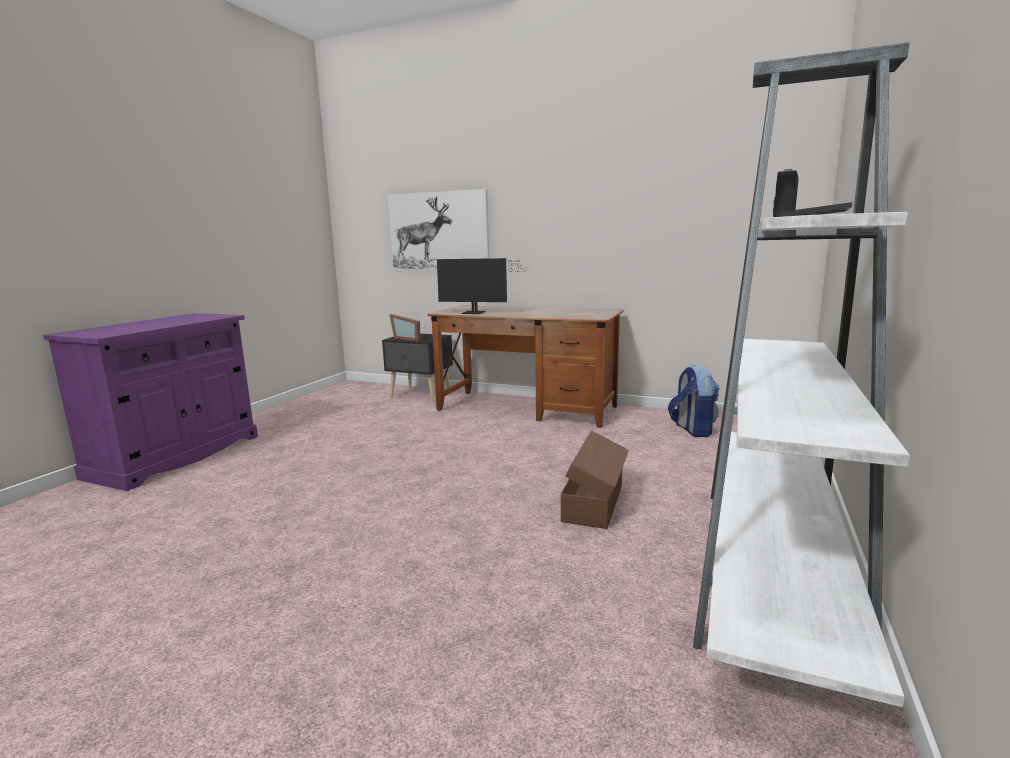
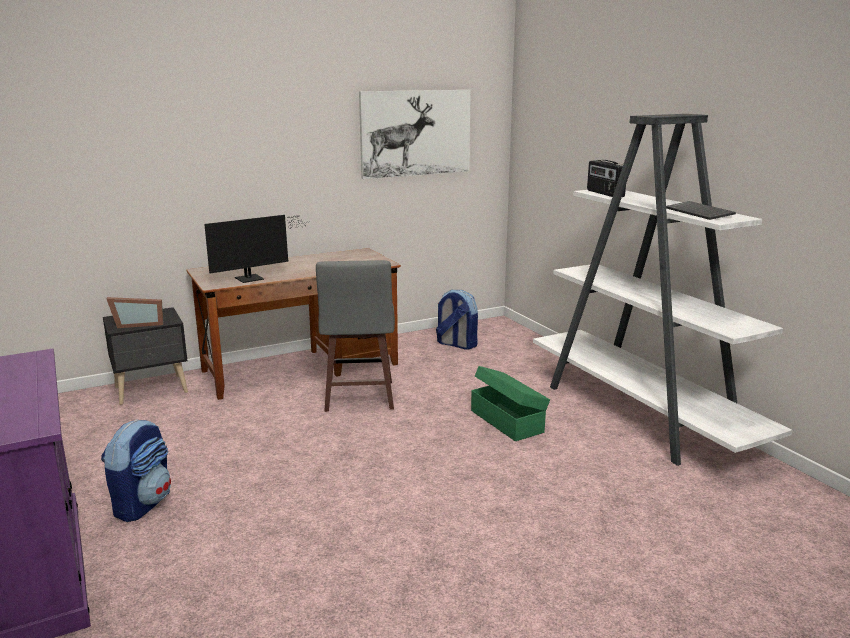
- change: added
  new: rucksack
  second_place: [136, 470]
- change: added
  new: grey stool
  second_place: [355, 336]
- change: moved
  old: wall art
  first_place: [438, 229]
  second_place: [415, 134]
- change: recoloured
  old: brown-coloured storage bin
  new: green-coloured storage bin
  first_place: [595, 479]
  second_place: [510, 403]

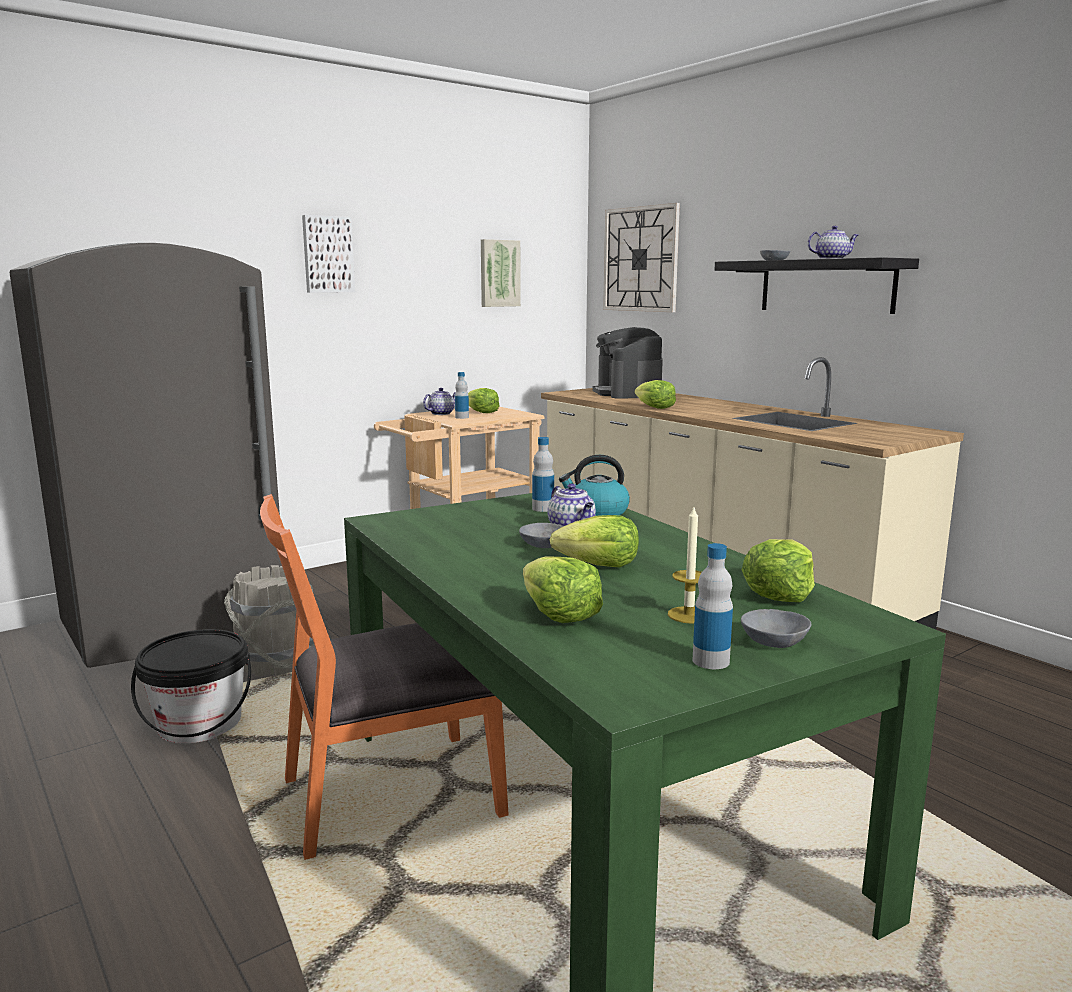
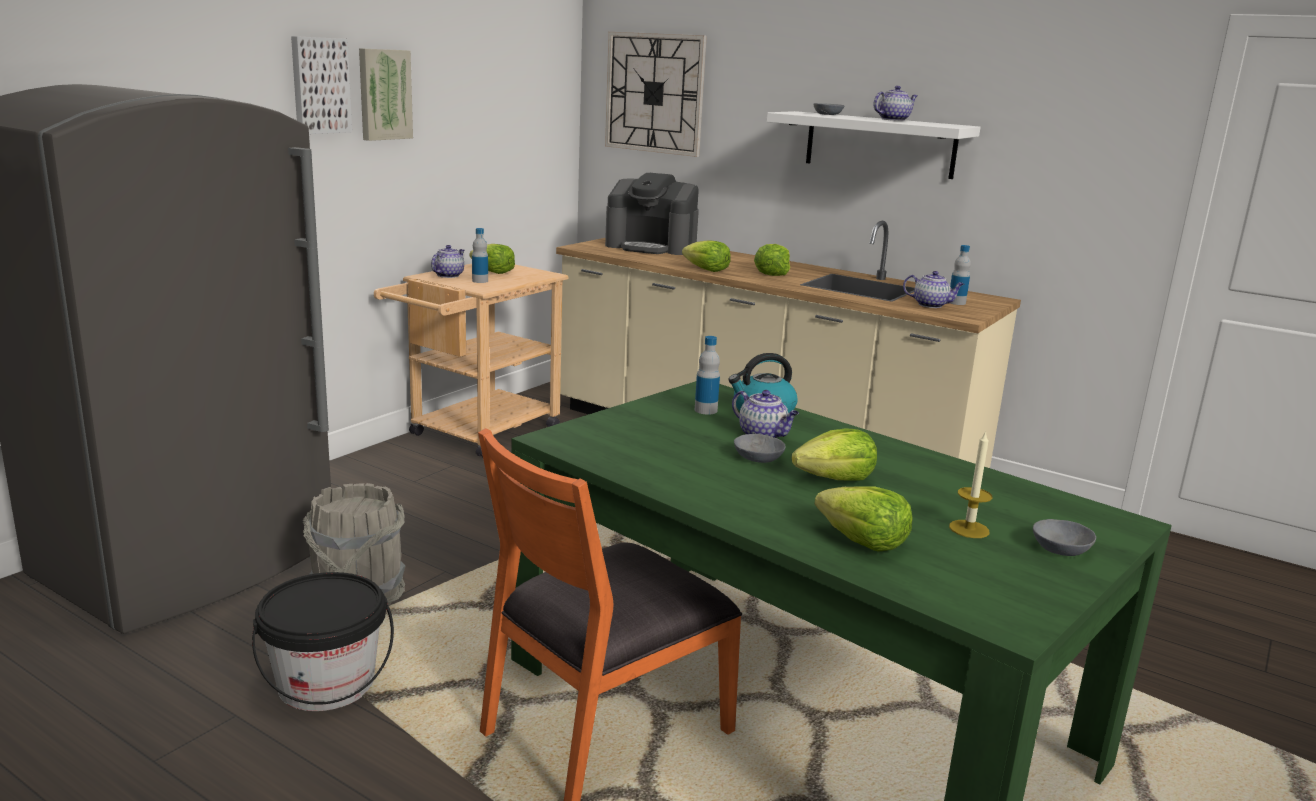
- change: moved
  old: wall art
  first_place: [501, 273]
  second_place: [386, 94]
- change: turned
  old: coffee machine
  first_place: [627, 363]
  second_place: [652, 214]
  degrees: -45
- change: moved
  old: lettuce head
  first_place: [778, 570]
  second_place: [772, 260]
- change: recoloured
  old: blackish shelf
  new: whitish shelf
  first_place: [817, 285]
  second_place: [873, 145]
- change: added
  new: pot for tea
  second_place: [933, 289]
- change: moved
  old: beverage bottle
  first_place: [712, 606]
  second_place: [960, 275]

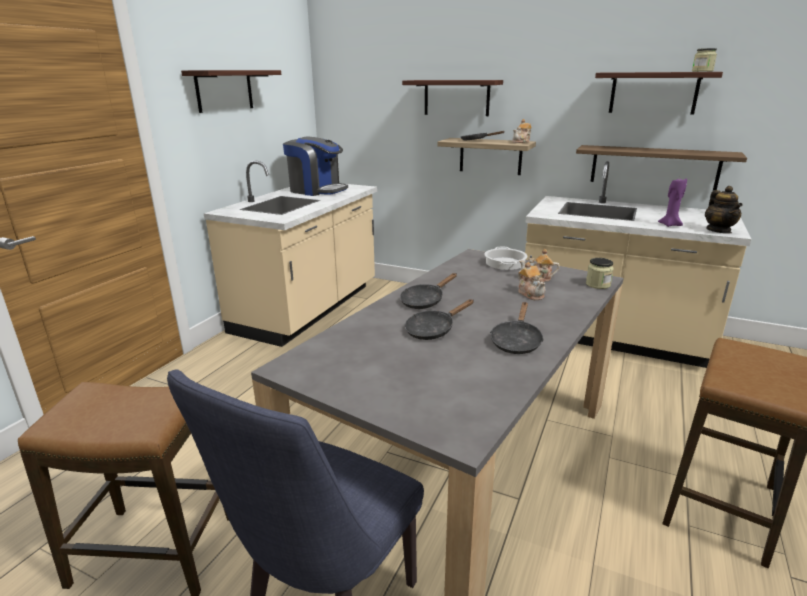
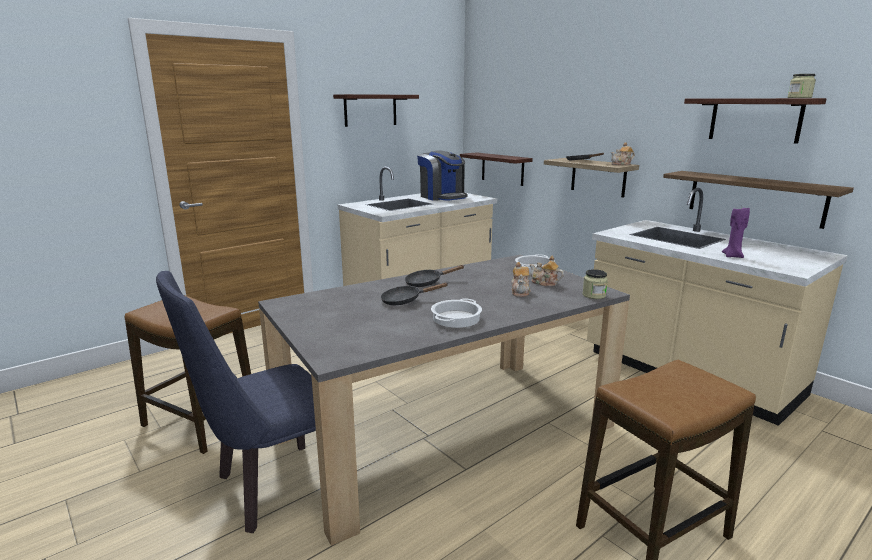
- change: replaced
  old: blackish skillet
  new: stockpot
  first_place: [517, 328]
  second_place: [456, 313]
- change: moved
  old: shelf
  first_place: [452, 98]
  second_place: [496, 169]
- change: removed
  old: pot for tea
  first_place: [724, 210]

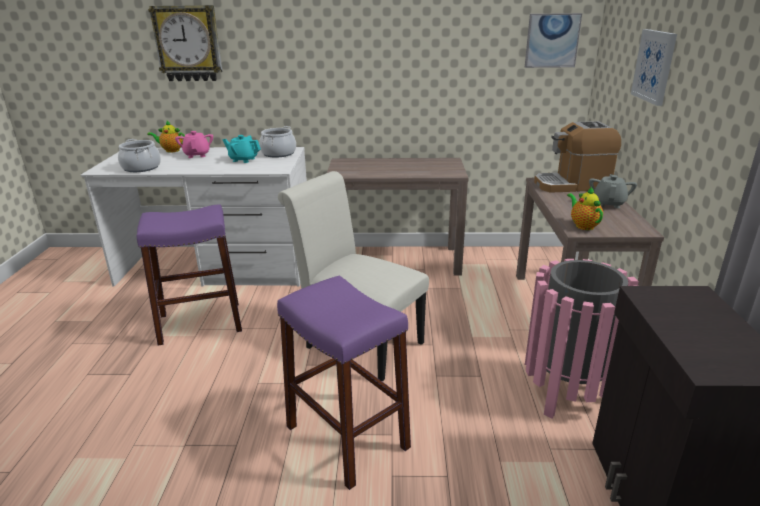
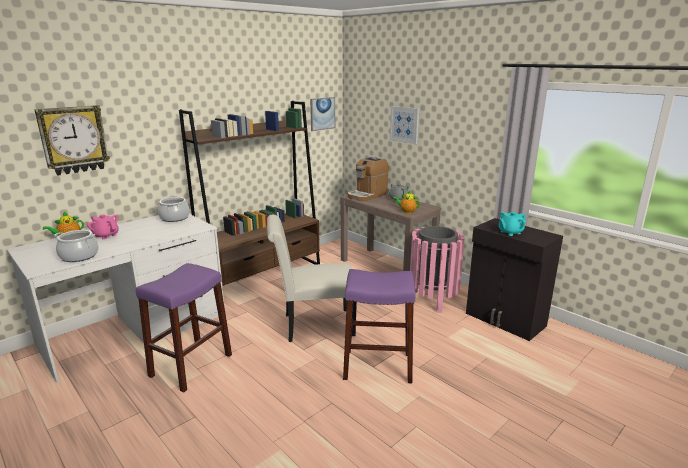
- change: replaced
  old: brown-coloured hall table
  new: brown-coloured shelving unit
  first_place: [398, 217]
  second_place: [249, 193]
- change: moved
  old: turquoise pot for tea
  first_place: [242, 149]
  second_place: [512, 224]

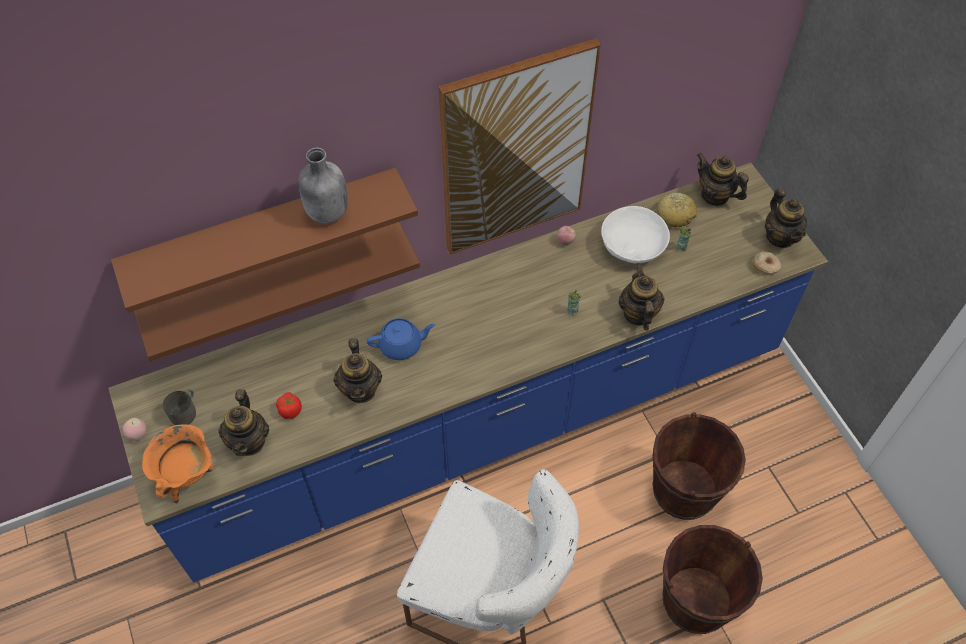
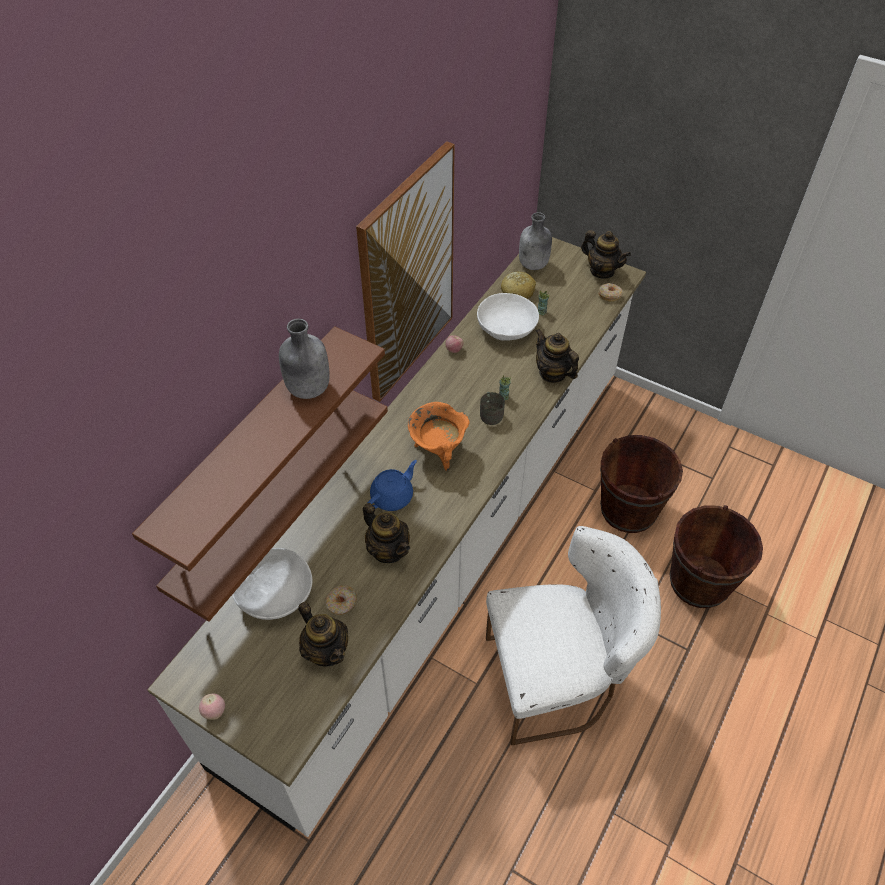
- change: recoloured
  old: bluish kitchen base unit
  new: whitish kitchen base unit
  first_place: [468, 372]
  second_place: [396, 537]
- change: added
  new: whitish deep dish
  second_place: [272, 584]
- change: replaced
  old: whole tomato
  new: donut
  first_place: [289, 405]
  second_place: [341, 600]
- change: moved
  old: orange-coloured stockpot
  first_place: [178, 463]
  second_place: [439, 436]
- change: moved
  old: grey coffee mug
  first_place: [179, 407]
  second_place: [492, 408]
- change: replaced
  old: pot for tea
  new: grey beverage bottle
  first_place: [723, 179]
  second_place: [535, 241]

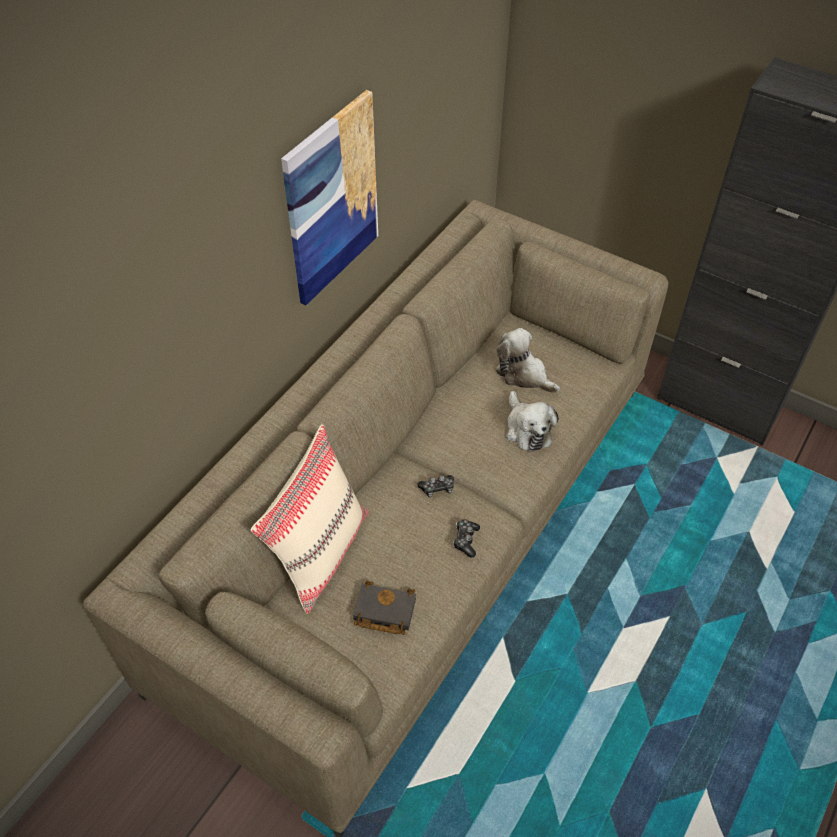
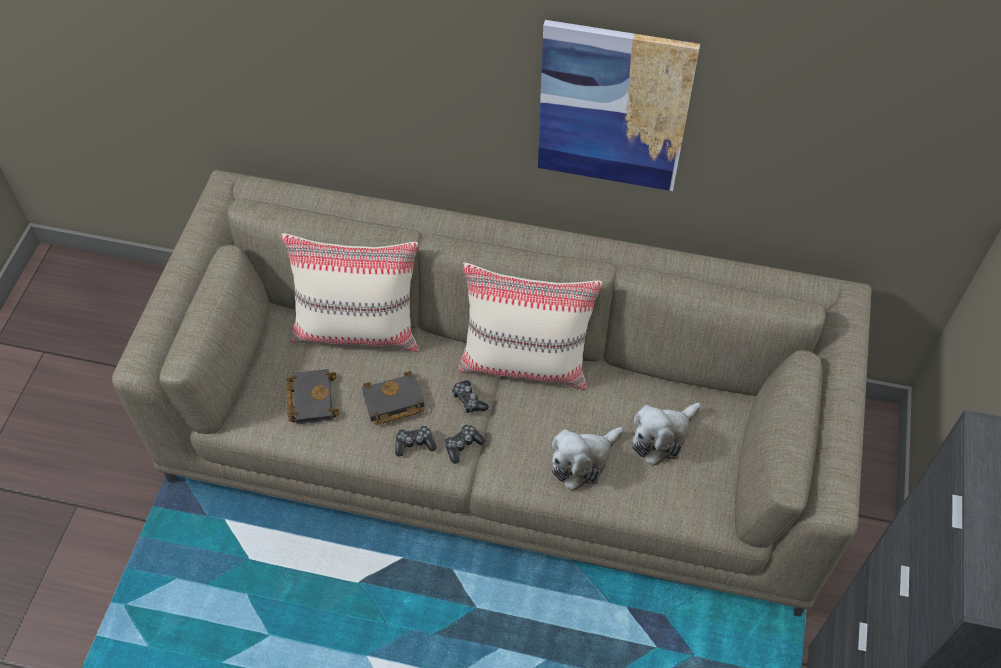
- change: added
  new: blackish book
  second_place: [393, 398]
- change: added
  new: joypad
  second_place: [464, 444]
- change: added
  new: beige-coloured cushion
  second_place: [530, 326]
- change: turned
  old: soft toy
  first_place: [528, 360]
  second_place: [666, 434]
  degrees: -150

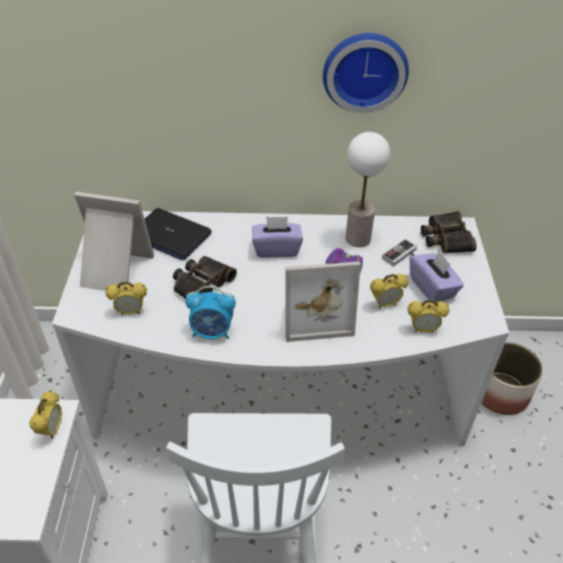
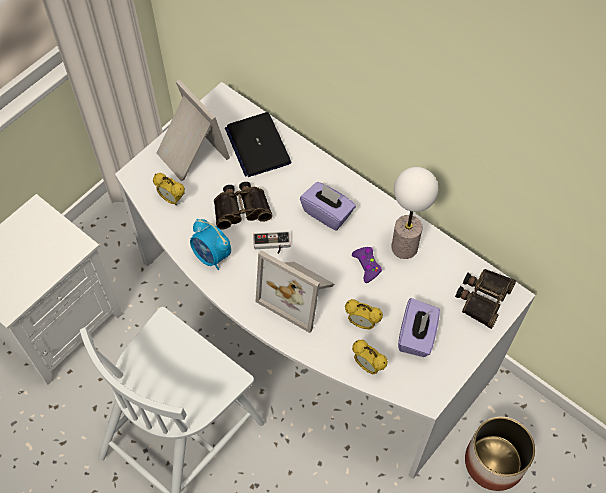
- change: moved
  old: joypad
  first_place: [399, 252]
  second_place: [271, 242]
- change: removed
  old: table clock
  first_place: [45, 414]
- change: removed
  old: hanging clock
  first_place: [366, 73]

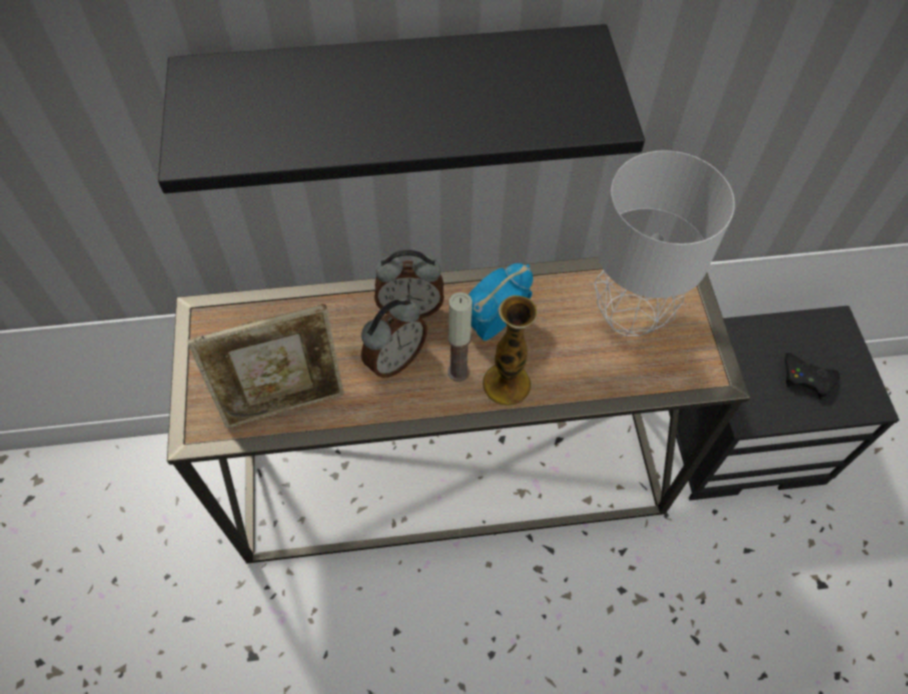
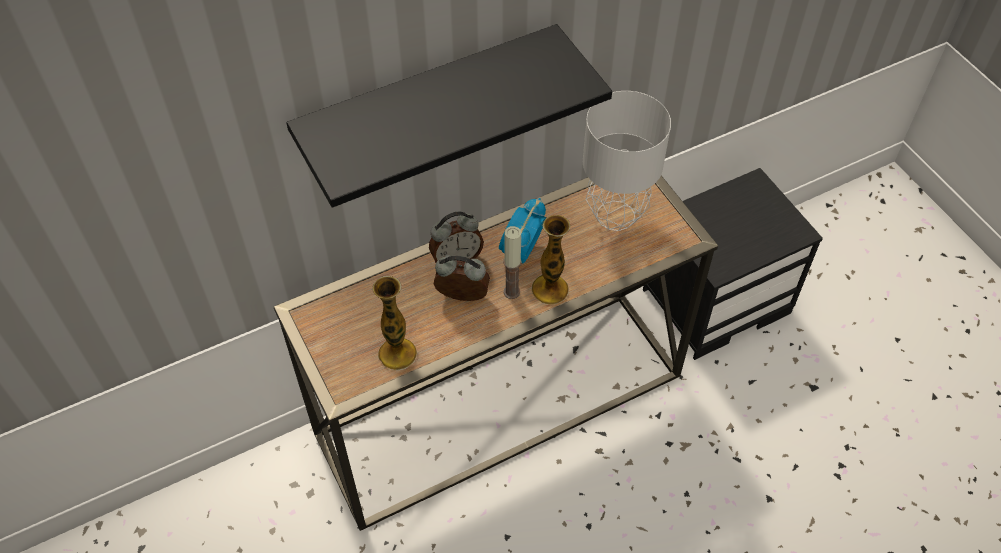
- change: replaced
  old: picture frame
  new: vase
  first_place: [265, 366]
  second_place: [394, 323]
- change: turned
  old: table clock
  first_place: [394, 338]
  second_place: [462, 278]
  degrees: -105
- change: removed
  old: blackish joypad
  first_place: [812, 376]

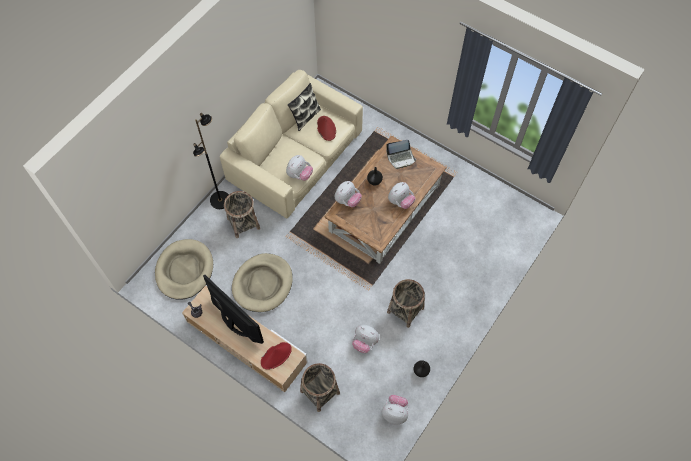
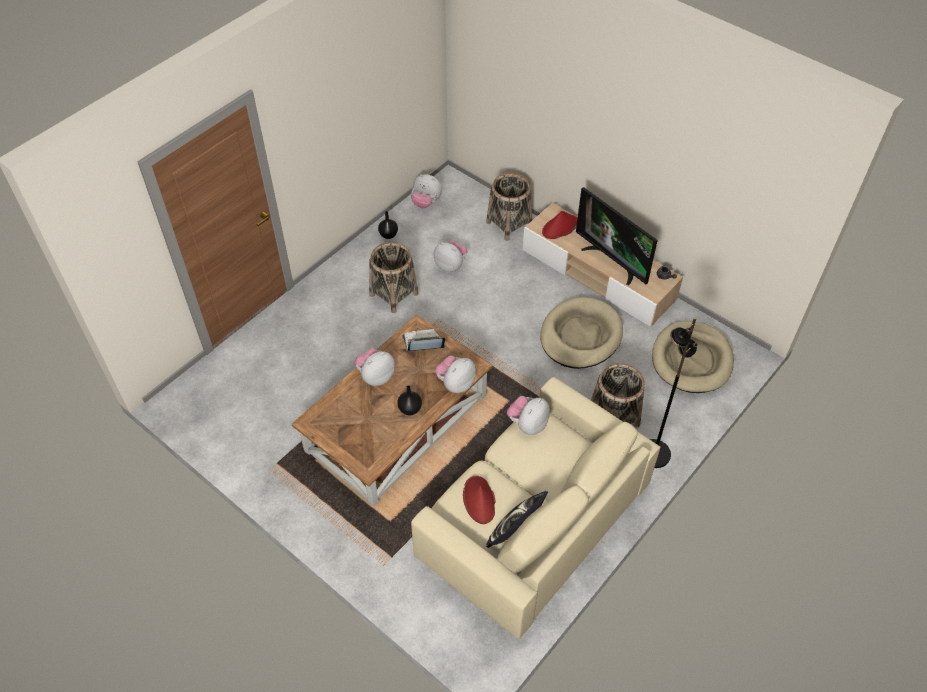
- change: moved
  old: portable computer
  first_place: [401, 154]
  second_place: [424, 340]

